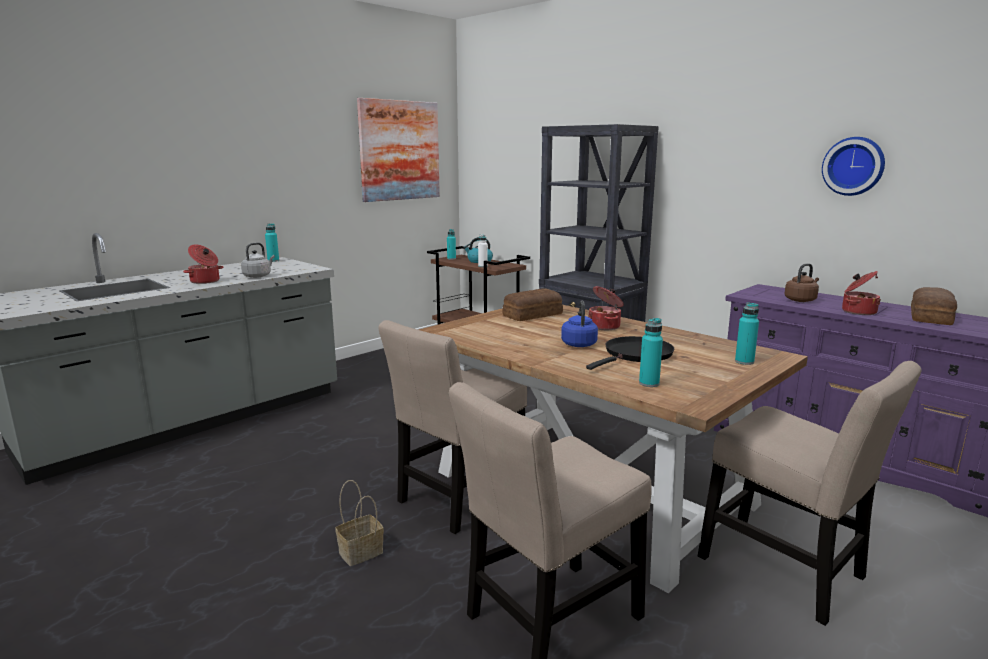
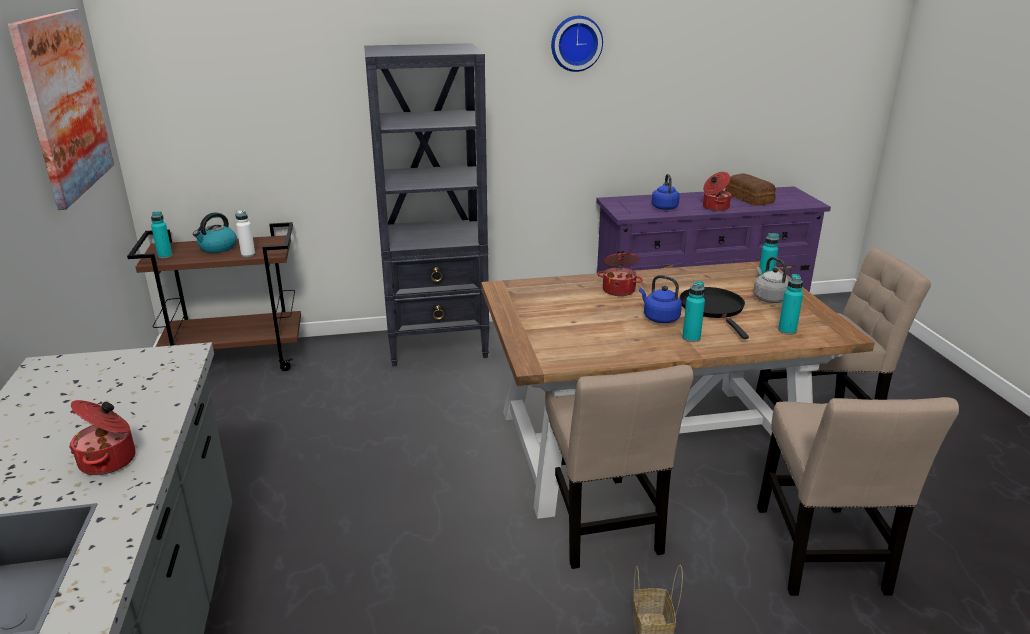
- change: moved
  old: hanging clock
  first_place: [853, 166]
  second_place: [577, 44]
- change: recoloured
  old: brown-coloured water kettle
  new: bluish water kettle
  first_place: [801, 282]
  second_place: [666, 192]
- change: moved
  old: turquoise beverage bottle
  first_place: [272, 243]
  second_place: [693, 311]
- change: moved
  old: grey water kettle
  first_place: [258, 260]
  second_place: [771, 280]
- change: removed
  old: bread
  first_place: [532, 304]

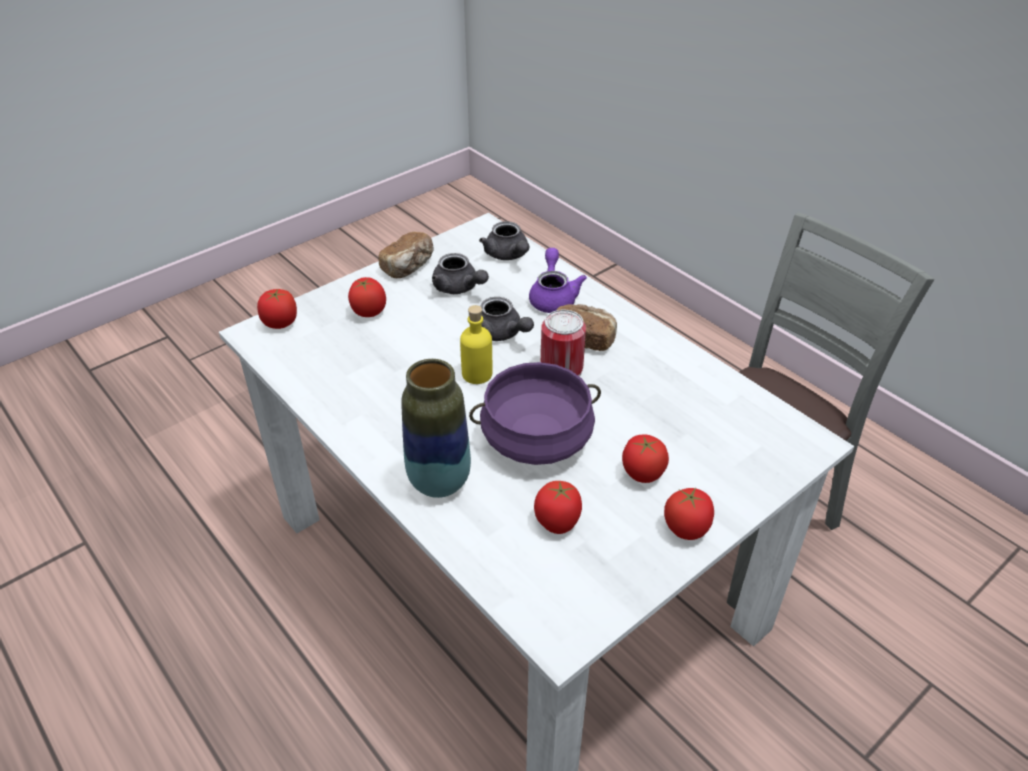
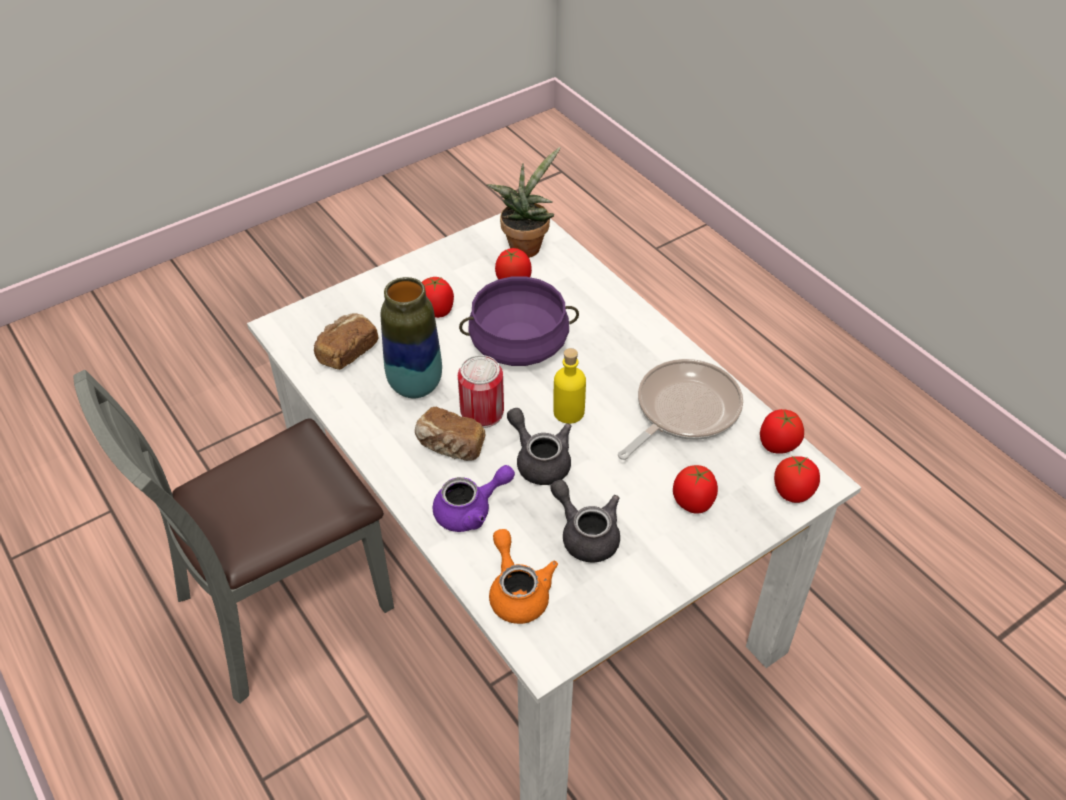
- change: moved
  old: bread
  first_place: [406, 255]
  second_place: [346, 341]
- change: moved
  old: vase
  first_place: [436, 428]
  second_place: [411, 337]
- change: turned
  old: purple pot for tea
  first_place: [558, 280]
  second_place: [474, 498]
  degrees: -120
- change: added
  new: potted plant
  second_place: [523, 202]
- change: recoloured
  old: grey pot for tea
  new: orange-coloured pot for tea
  first_place: [504, 240]
  second_place: [523, 576]
- change: added
  new: skillet
  second_place: [680, 409]
- change: moved
  old: whole tomato
  first_place: [689, 513]
  second_place: [782, 431]

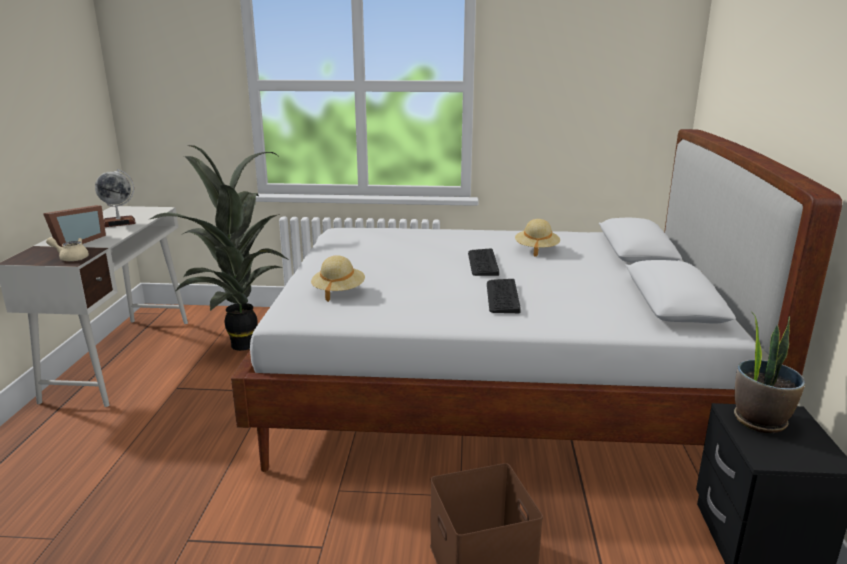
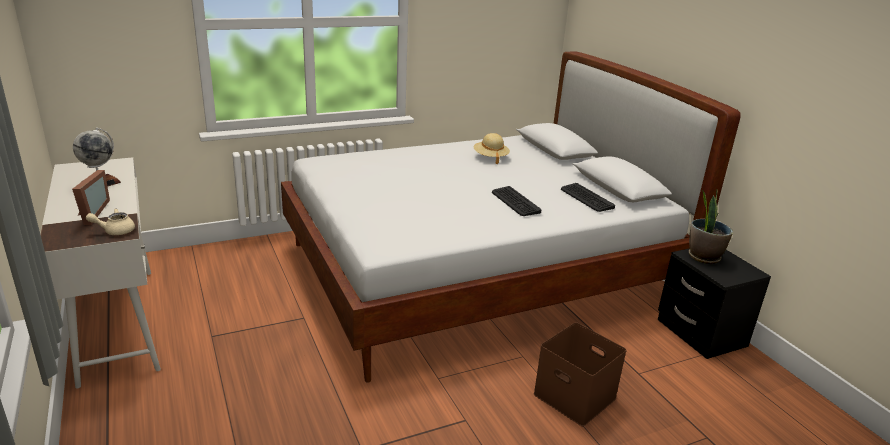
- change: moved
  old: keyboard
  first_place: [483, 262]
  second_place: [588, 197]
- change: removed
  old: potted plant
  first_place: [217, 248]
- change: removed
  old: beige-coloured hat
  first_place: [338, 278]

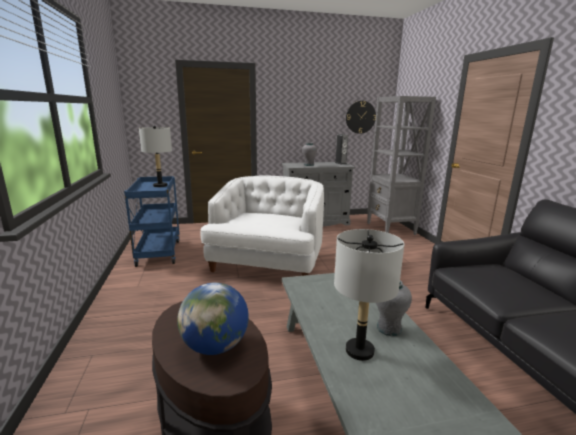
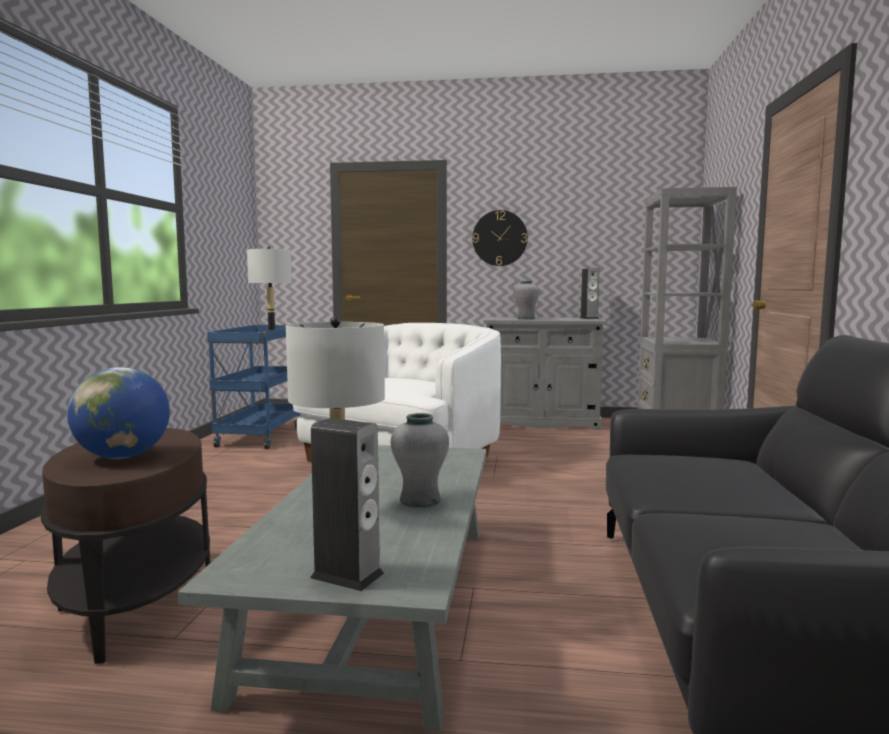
- change: added
  new: loudspeaker
  second_place: [347, 504]
- change: moved
  old: hanging clock
  first_place: [361, 117]
  second_place: [500, 238]

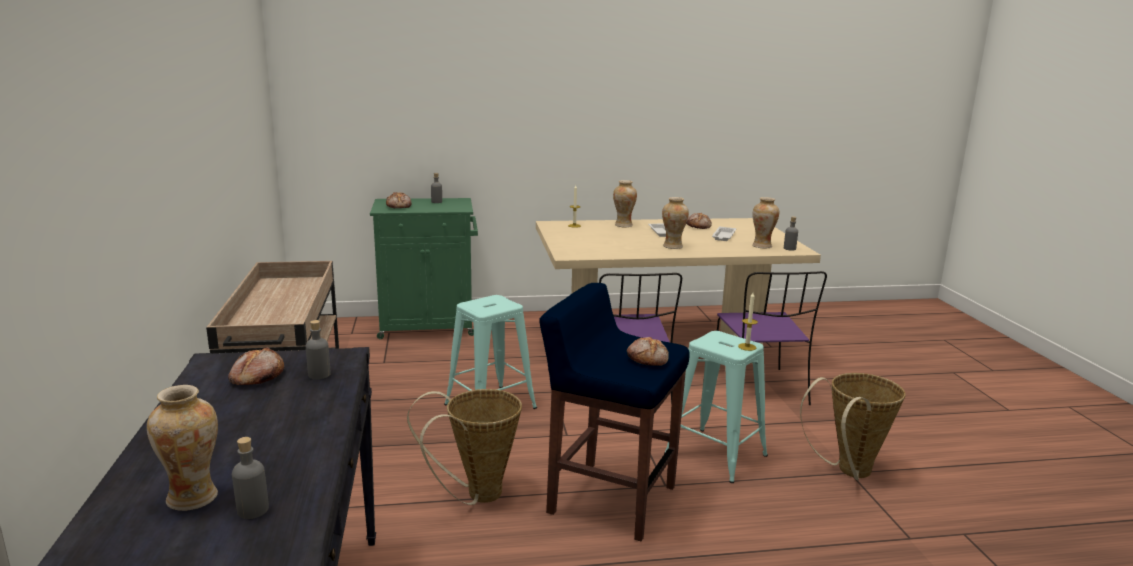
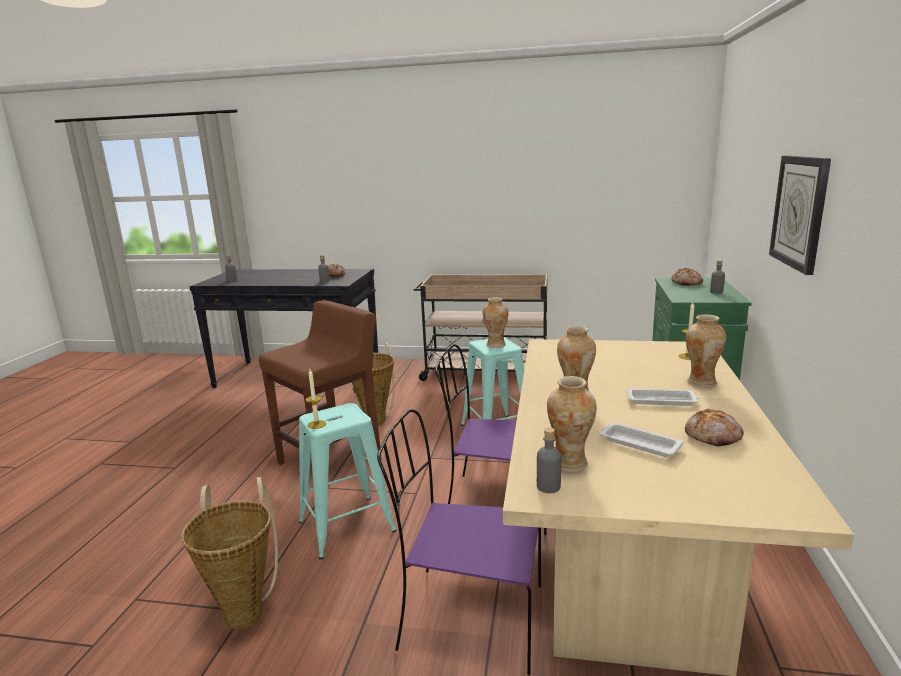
- change: recoloured
  old: bluish stool
  new: brown-coloured stool
  first_place: [614, 412]
  second_place: [320, 383]
- change: moved
  old: vase
  first_place: [182, 448]
  second_place: [495, 322]
- change: added
  new: hanging clock
  second_place: [800, 215]
- change: removed
  old: bread
  first_place: [648, 351]

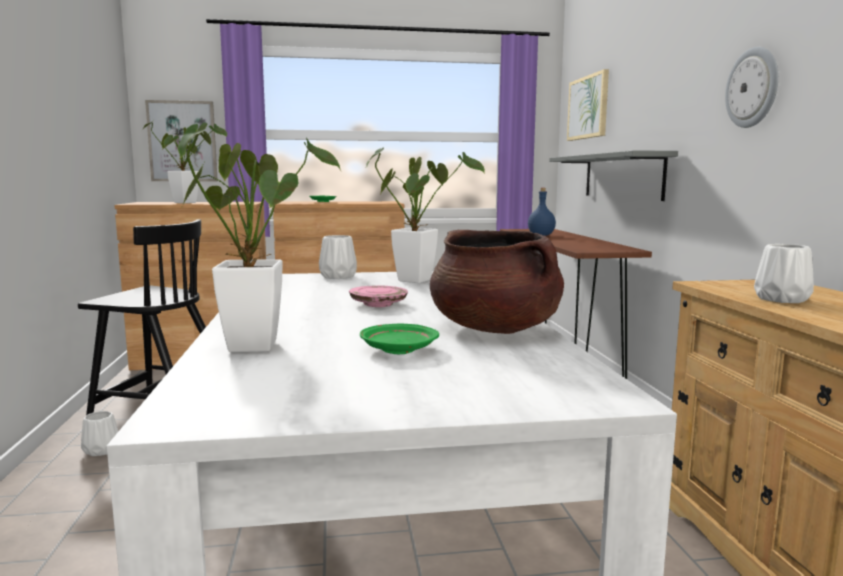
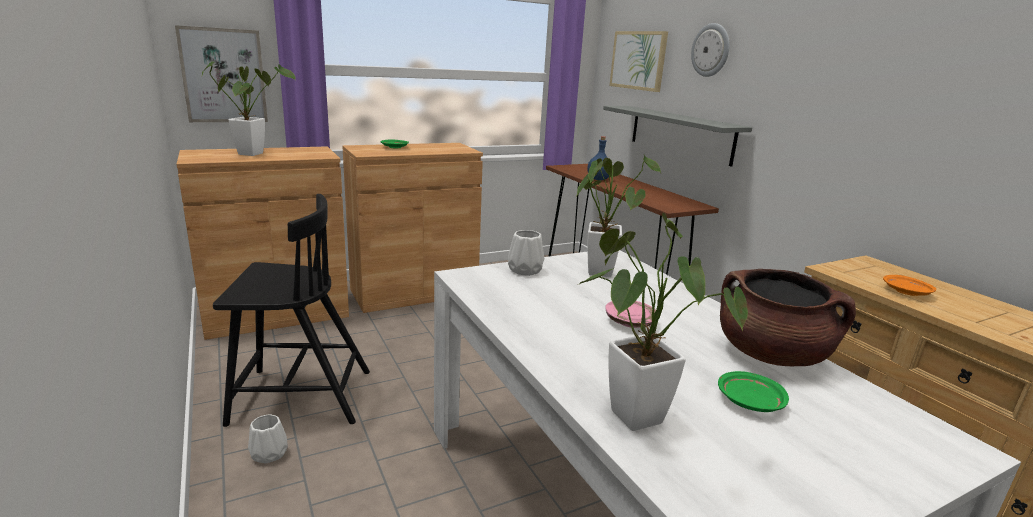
- change: moved
  old: hanging clock
  first_place: [752, 87]
  second_place: [710, 50]
- change: replaced
  old: whitish vase
  new: orange-coloured flat dish
  first_place: [784, 273]
  second_place: [909, 285]

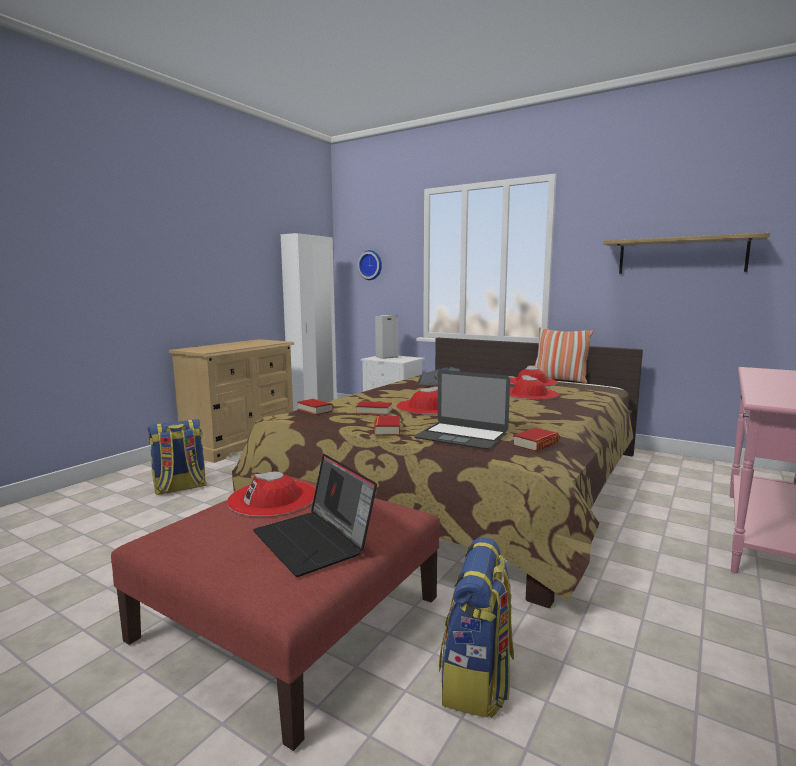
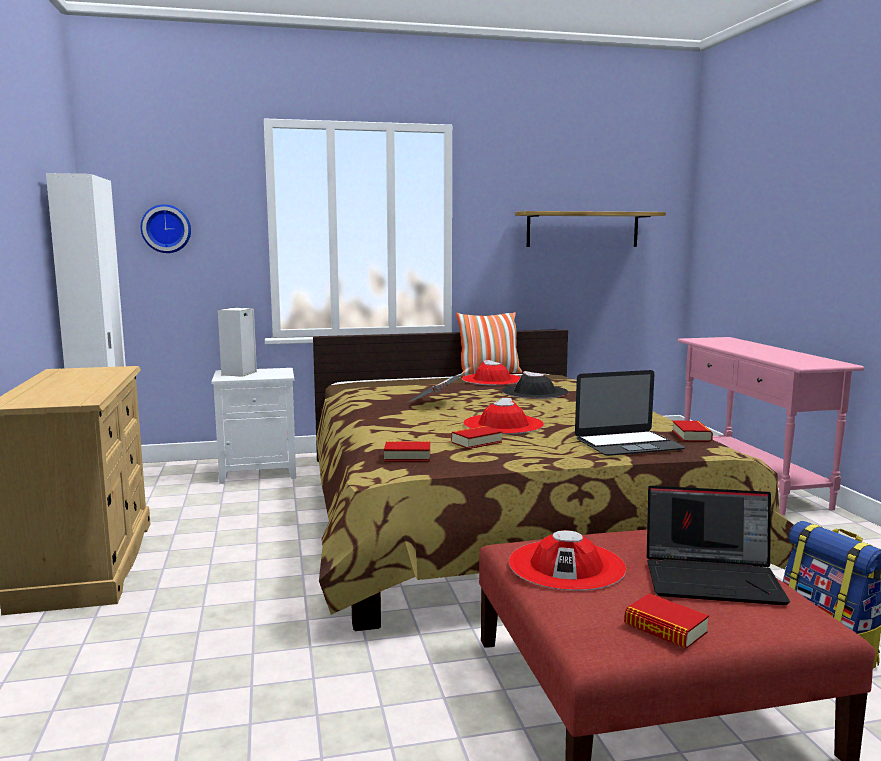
- change: recoloured
  old: red hat
  new: blackish hat
  first_place: [534, 387]
  second_place: [535, 385]
- change: moved
  old: book
  first_place: [386, 425]
  second_place: [666, 621]
- change: removed
  old: rucksack
  first_place: [177, 457]

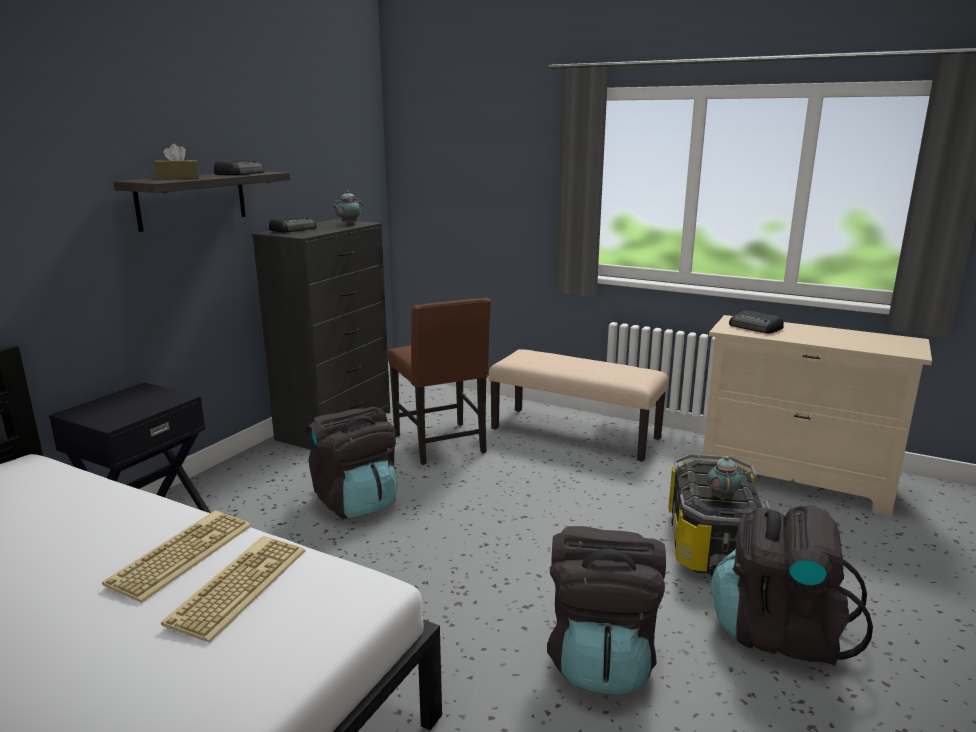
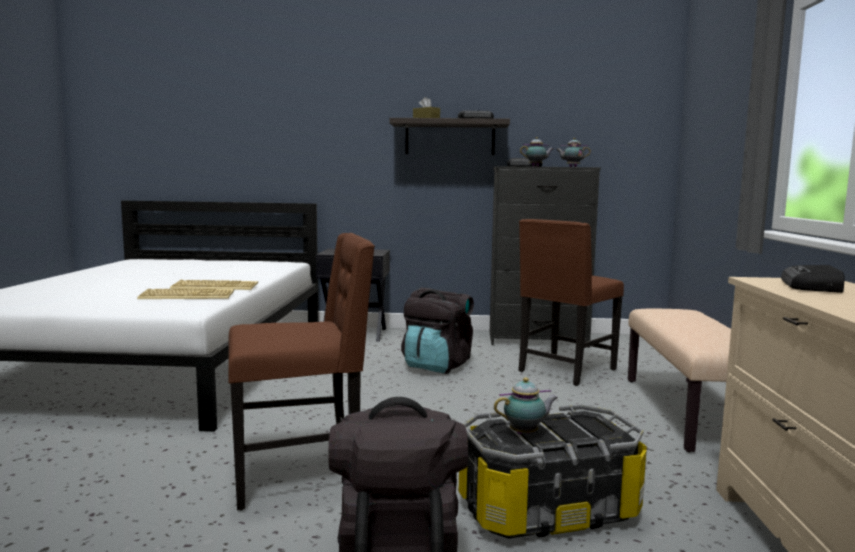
- change: replaced
  old: blackish rucksack
  new: brown-coloured plain chair
  first_place: [606, 610]
  second_place: [301, 371]
- change: added
  new: pot for tea
  second_place: [536, 152]

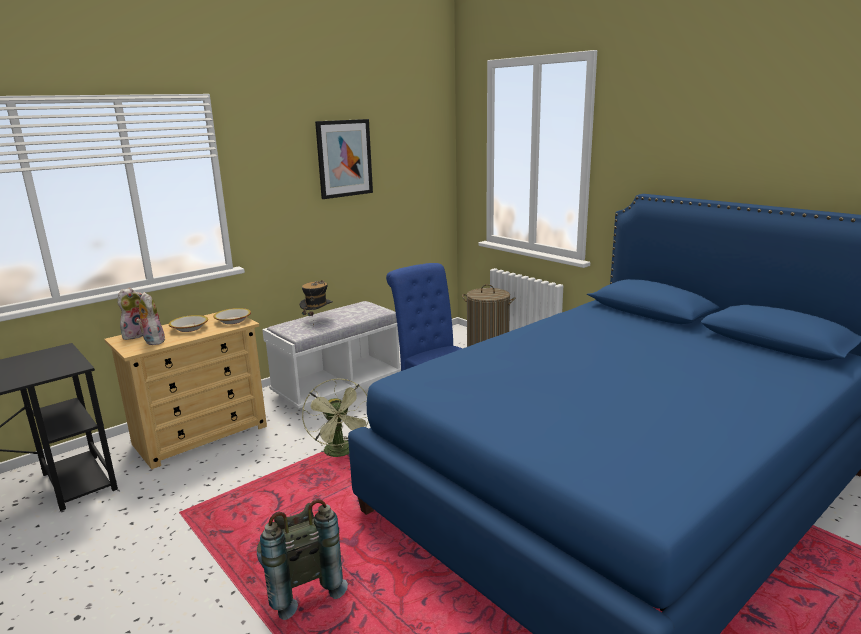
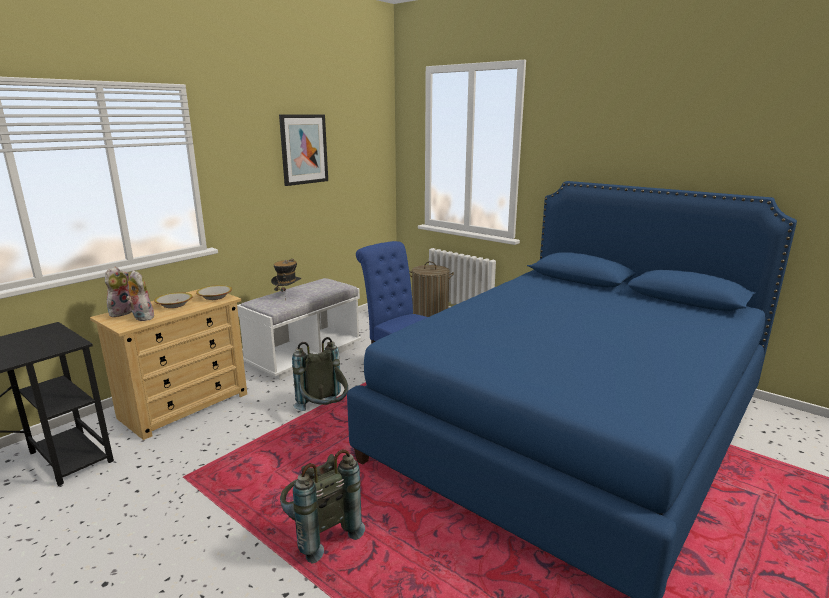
- change: replaced
  old: green-coloured electric fan
  new: grey rucksack
  first_place: [335, 419]
  second_place: [320, 374]

